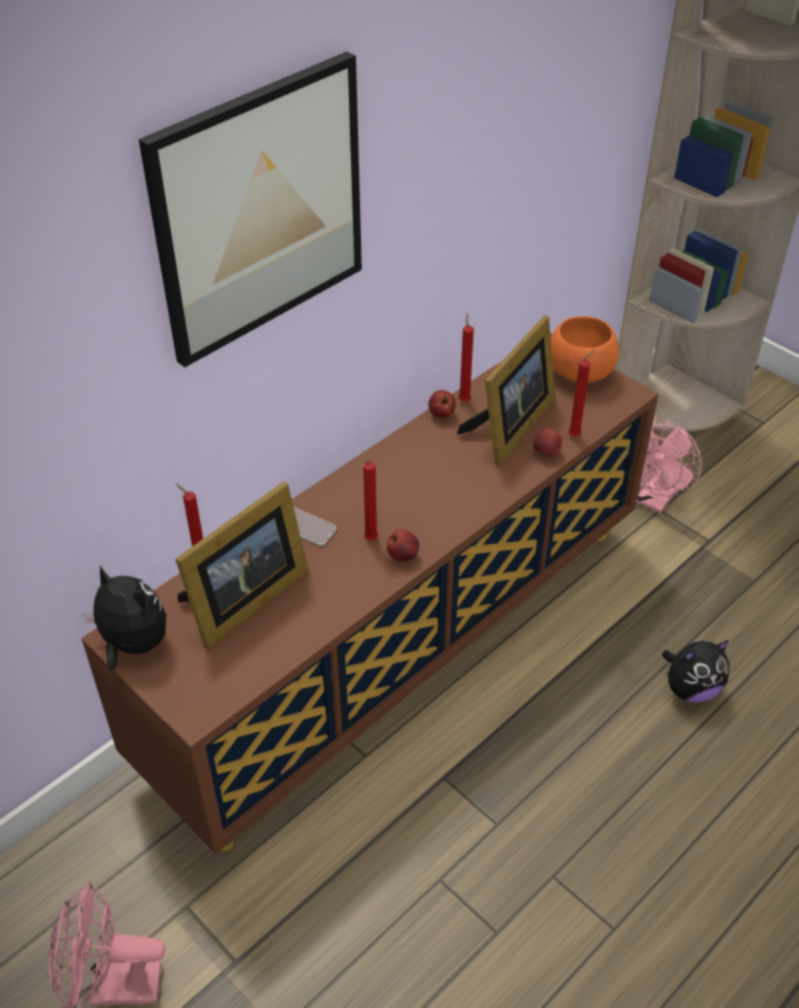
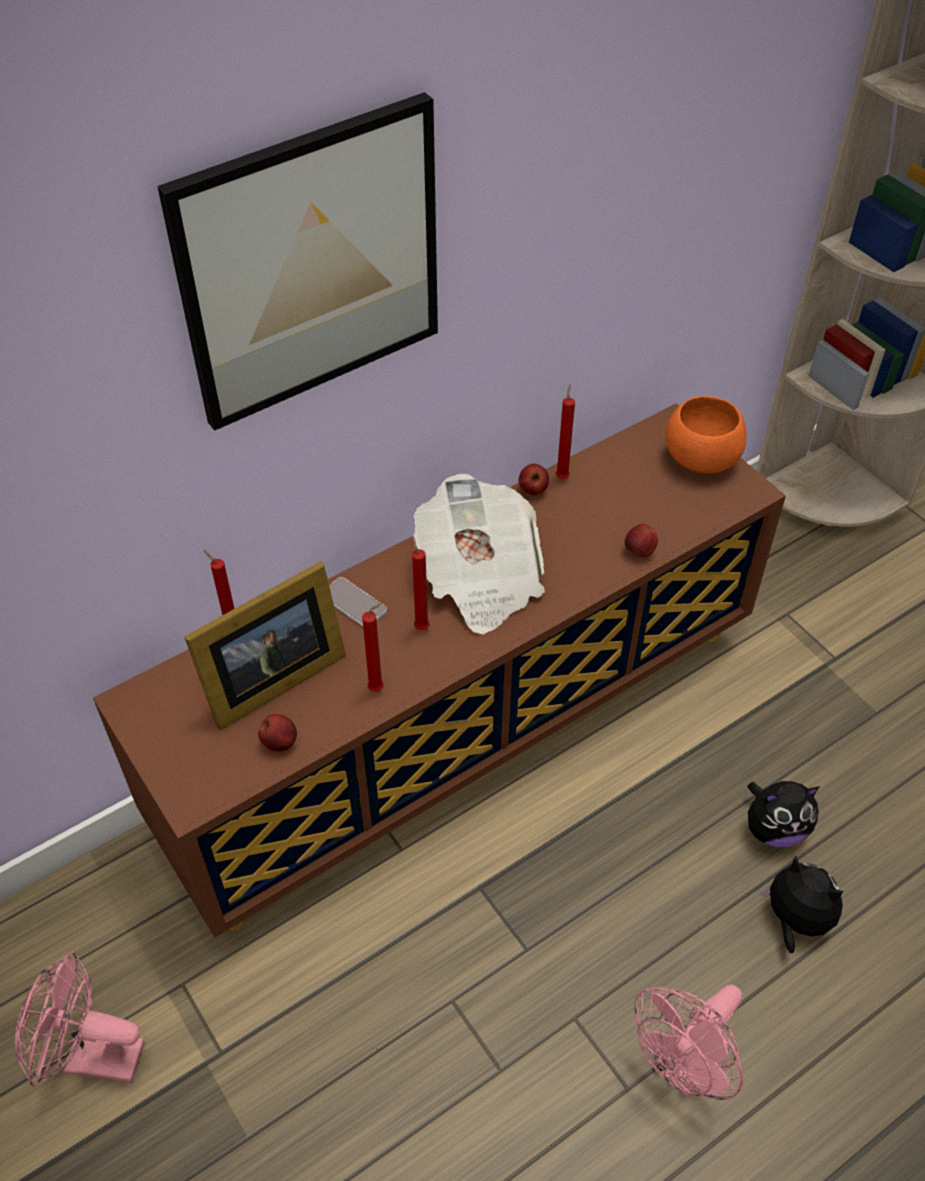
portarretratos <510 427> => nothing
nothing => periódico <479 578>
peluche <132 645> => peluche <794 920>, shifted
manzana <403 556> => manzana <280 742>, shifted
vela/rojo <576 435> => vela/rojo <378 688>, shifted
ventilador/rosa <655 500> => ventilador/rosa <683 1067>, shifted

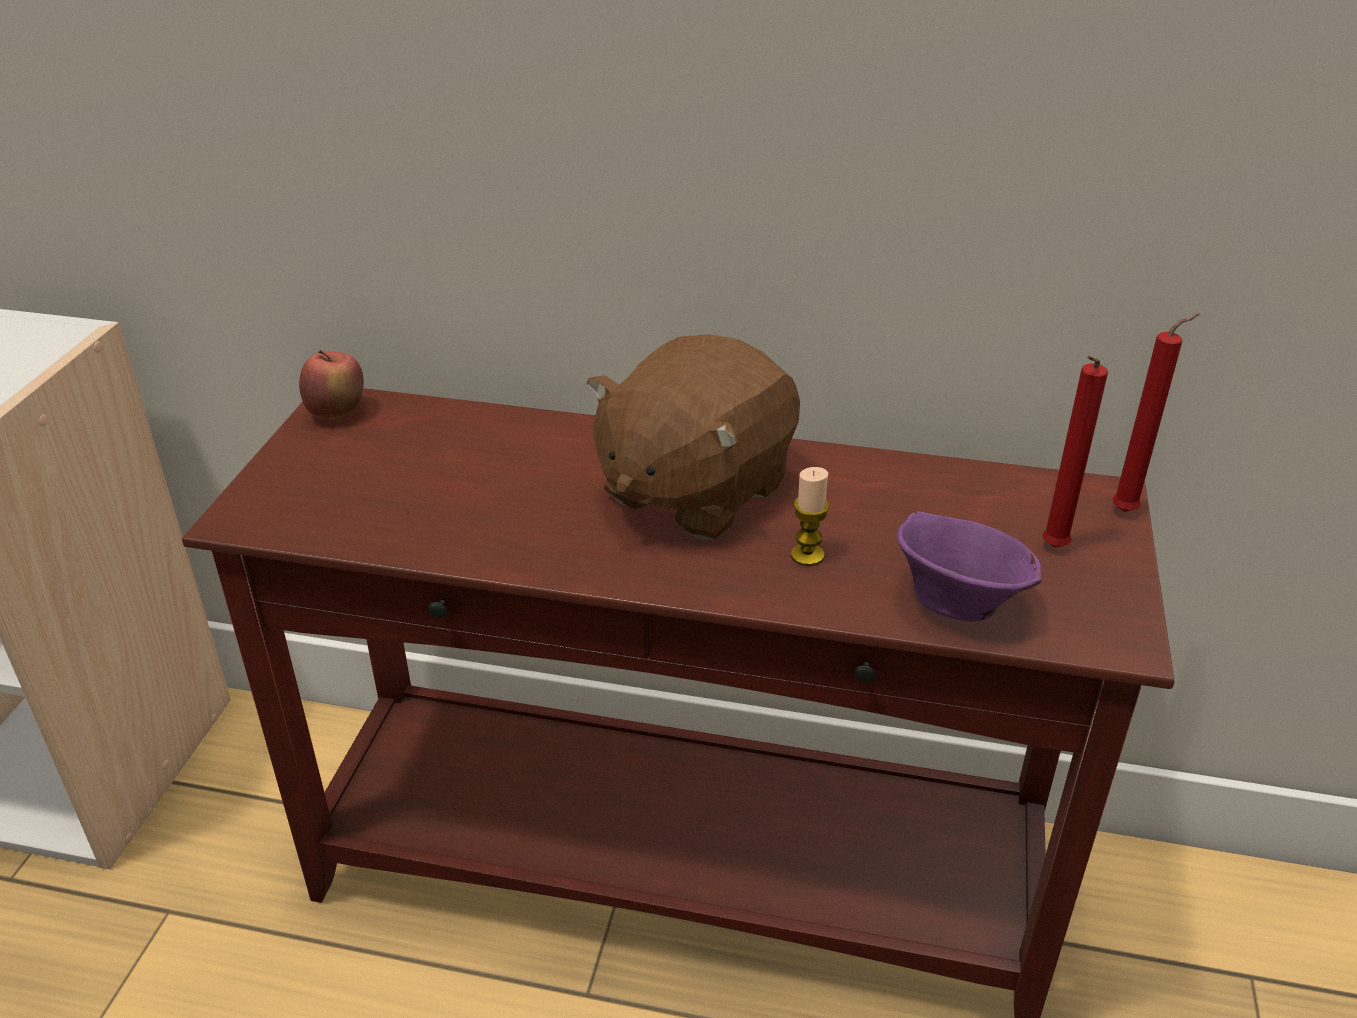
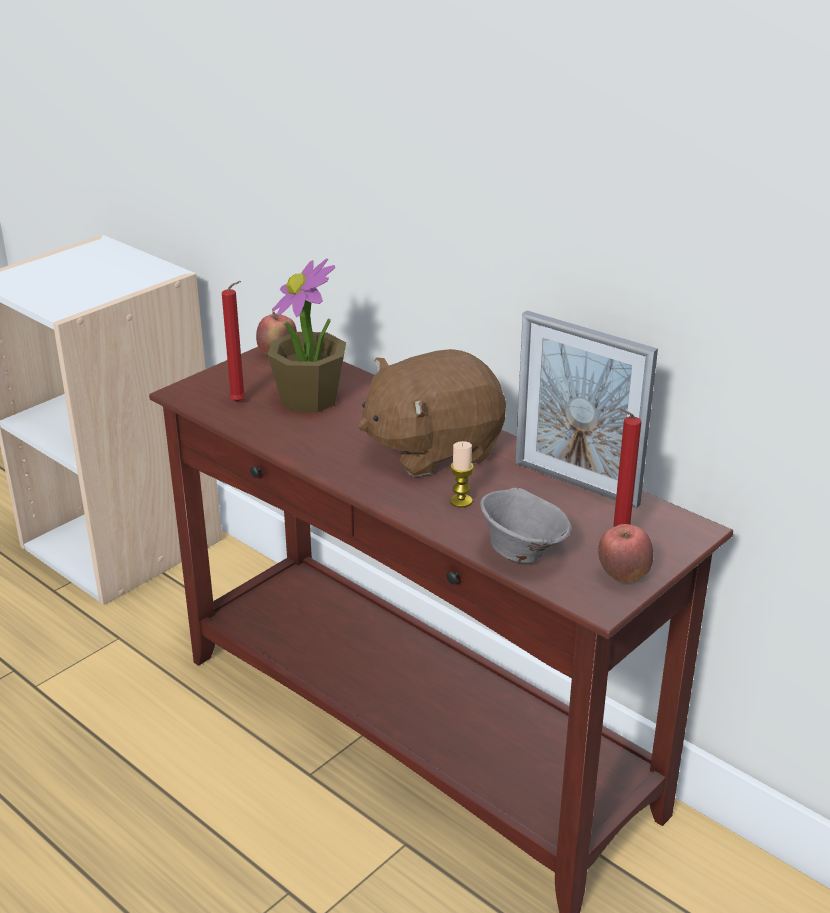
nothing => planta en maceta <310 399>
nothing => portarretratos <576 484>
nothing => manzana <623 576>
vela/rojo <1128 511> => vela/rojo <240 402>, shifted
cuenco/morado <957 602> => cuenco/gris <522 551>

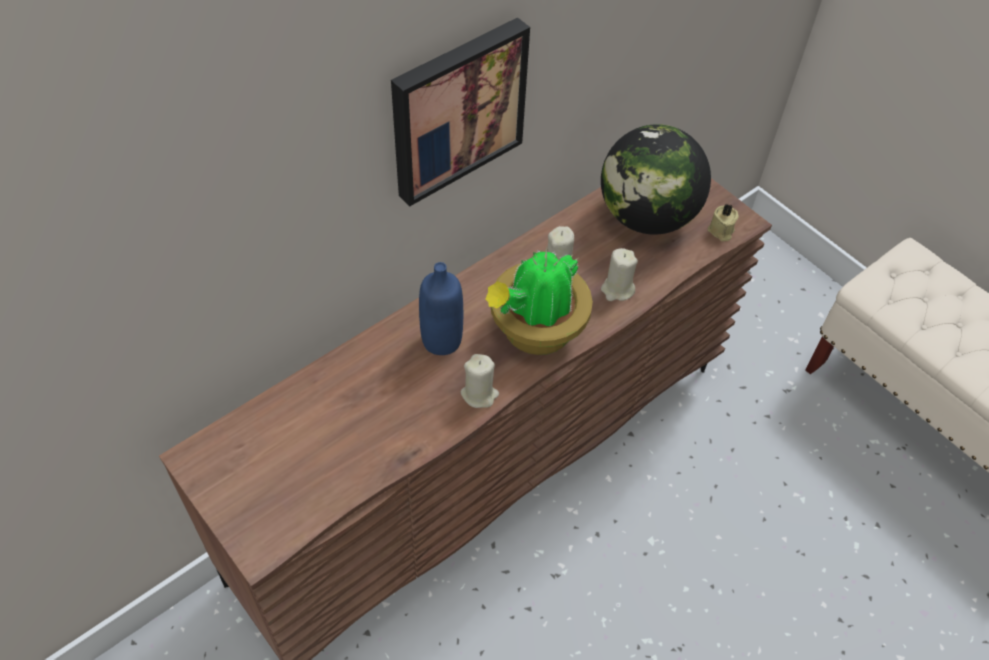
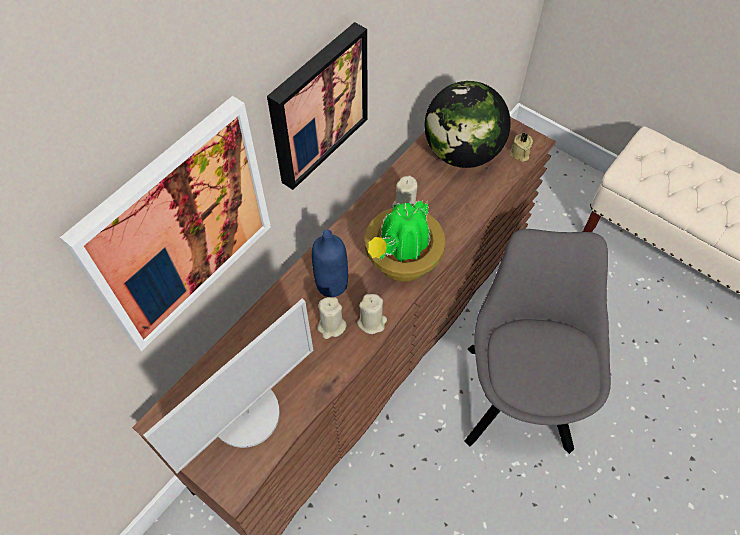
nothing => cuadro <178 227>
nothing => monitor <246 413>
nothing => silla/gris <517 396>
vela/beis <617 289> => vela/beis <331 326>, shifted

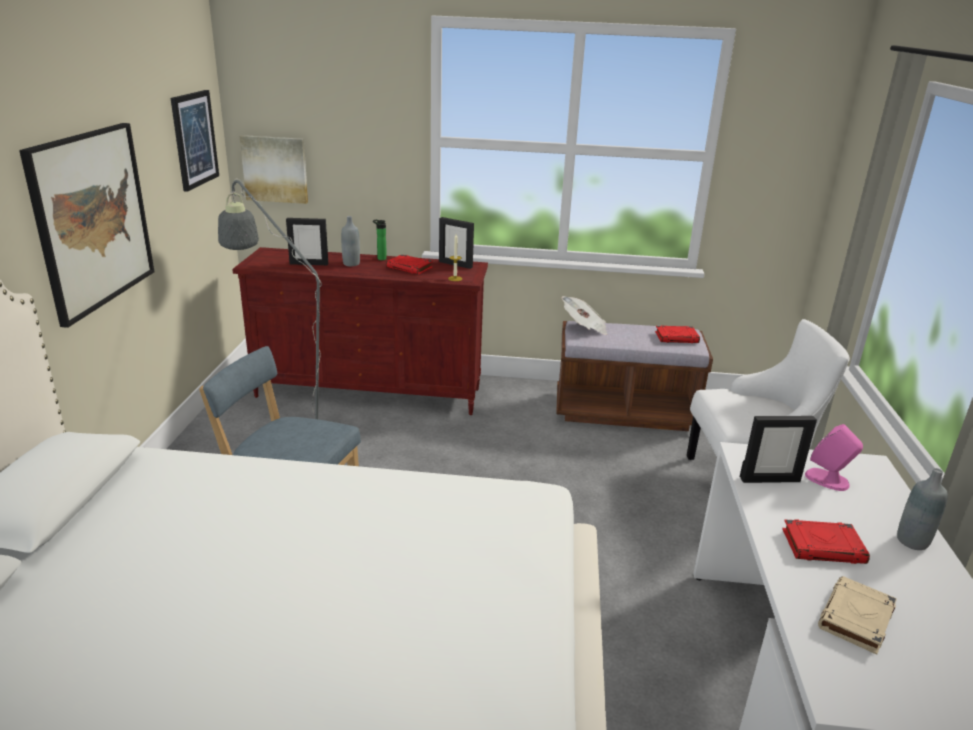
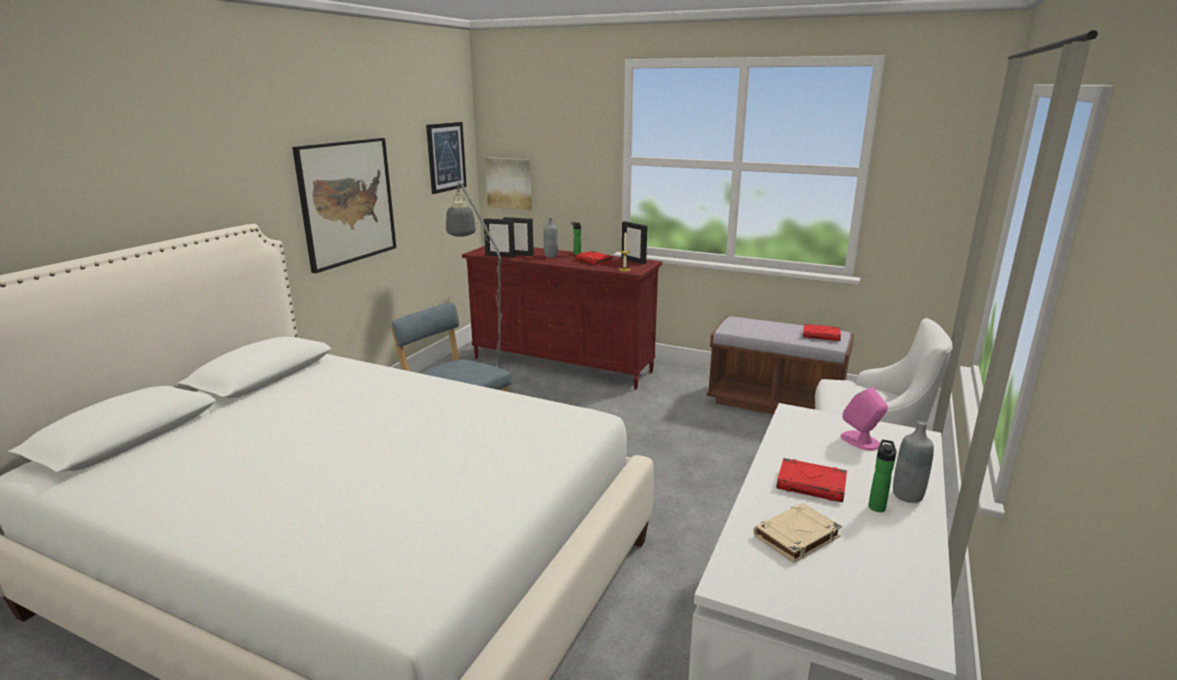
periódico <584 328> => nothing
nothing => botella <876 506>
portarretratos <769 479> => portarretratos <500 255>, shifted

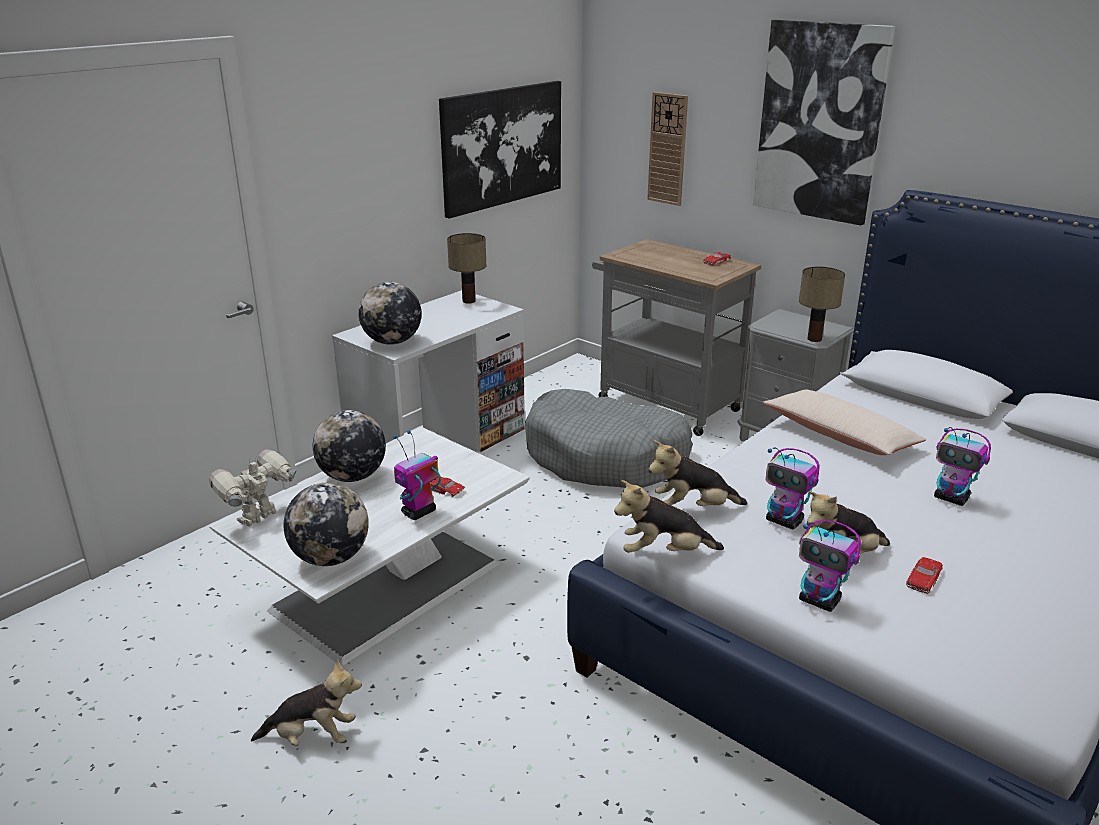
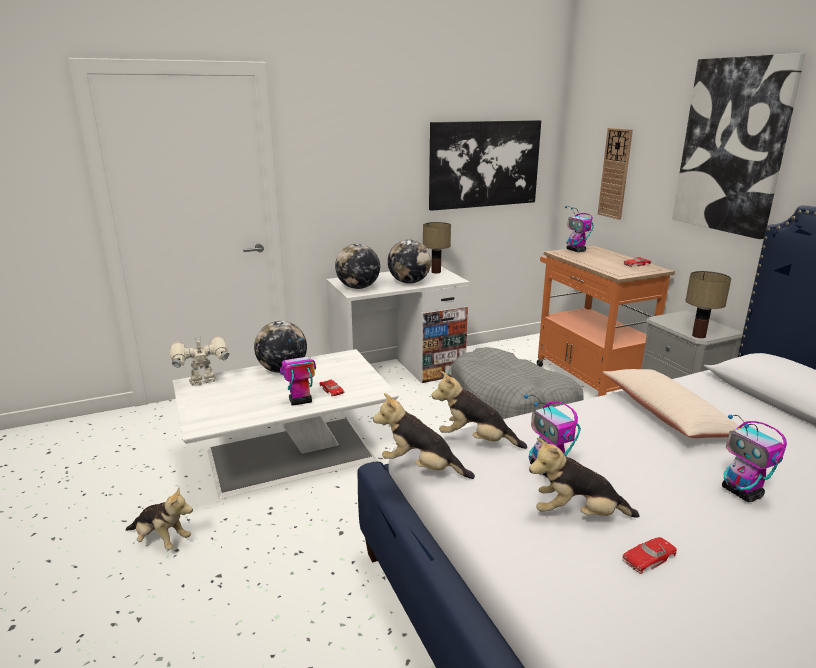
globo terráqueo <330 558> => globo terráqueo <409 282>, shifted
robot de juguete <820 601> => robot de juguete <576 250>, shifted
carrito/gris <664 404> => carrito/naranja <587 378>

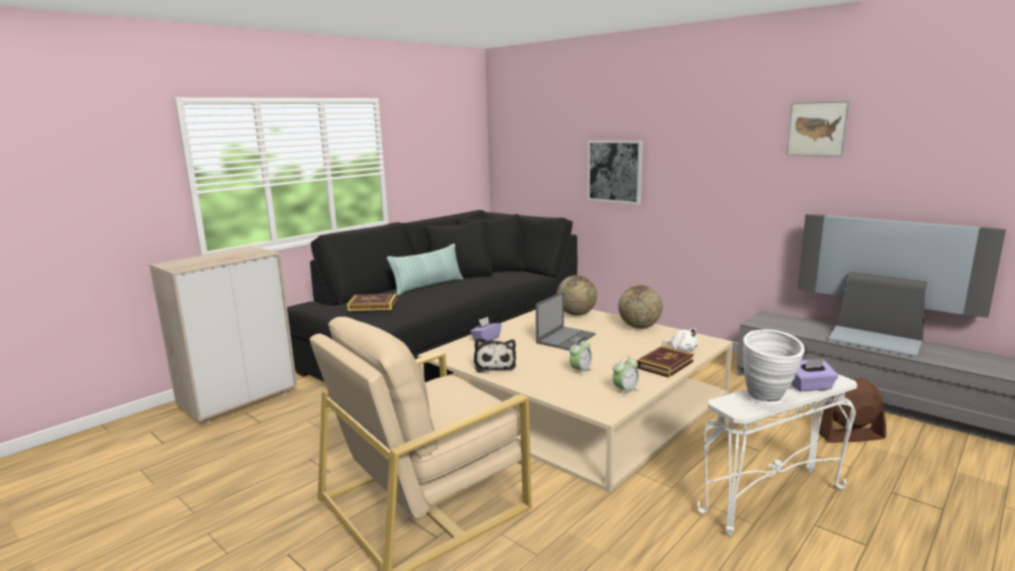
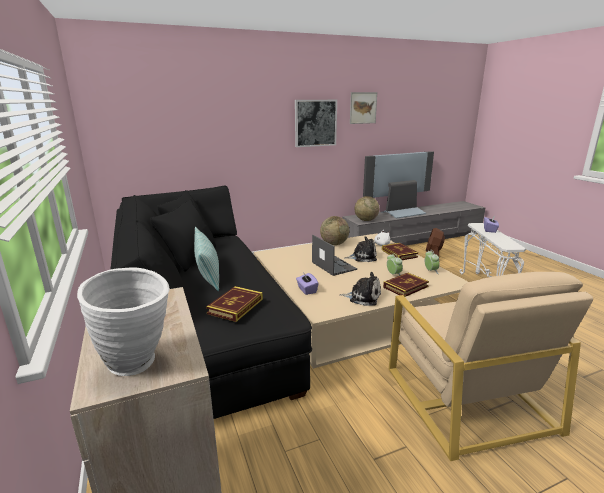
nothing => peluche <362 257>
nothing => libro <405 287>
globo terráqueo <576 314> => globo terráqueo <366 220>, shifted
cuadro <615 171> => cuadro <315 123>, shifted
florero/blanco <768 401> => florero/blanco <139 365>, shifted

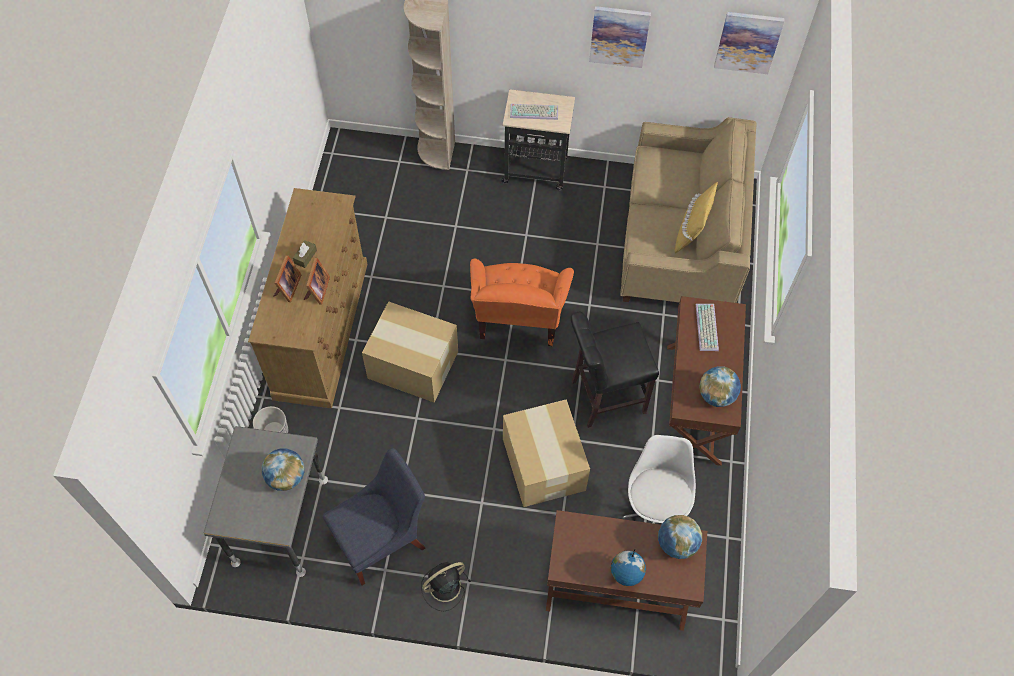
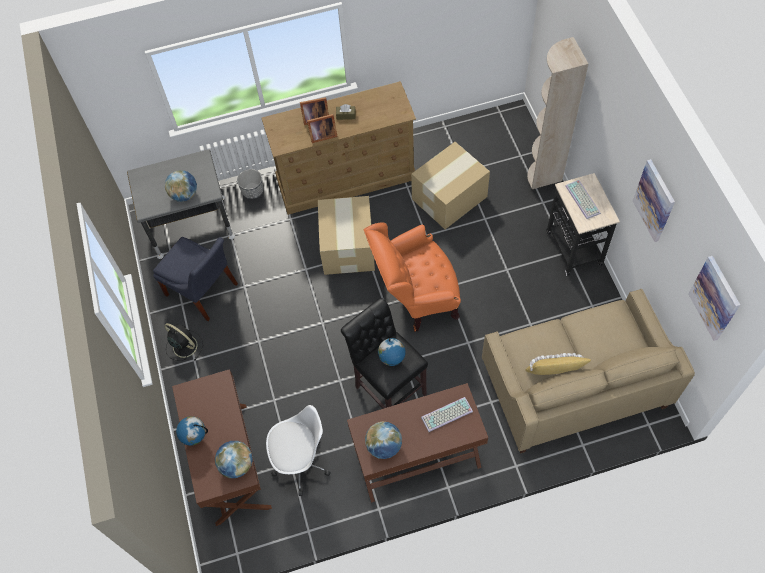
nothing => globo terráqueo <392 360>
caja de cartón <543 465> => caja de cartón <448 198>, shifted

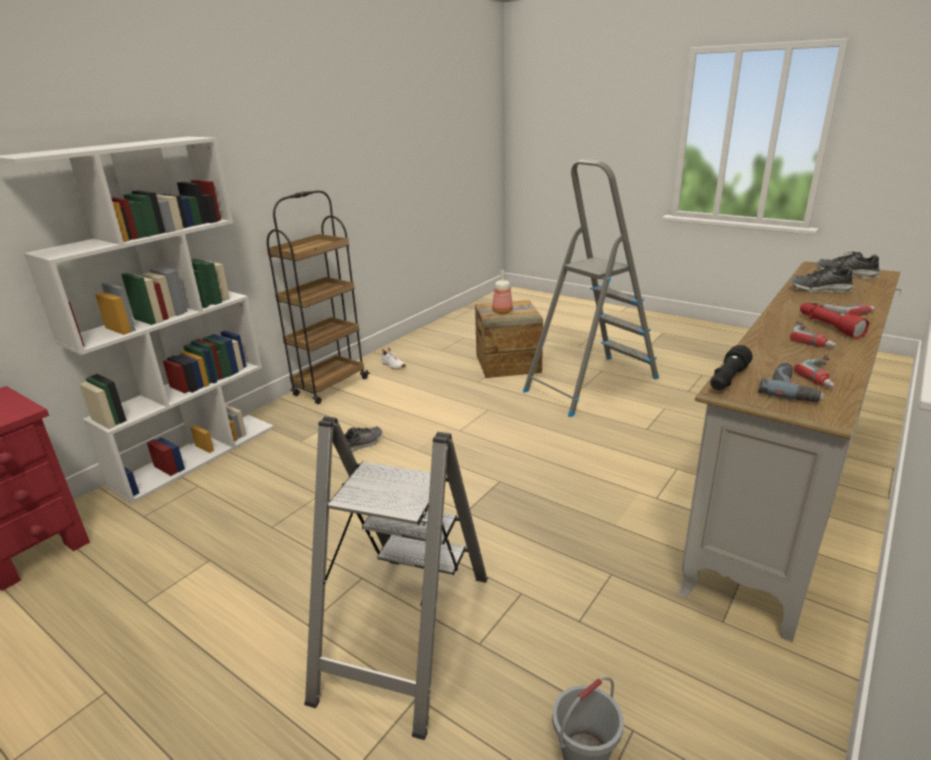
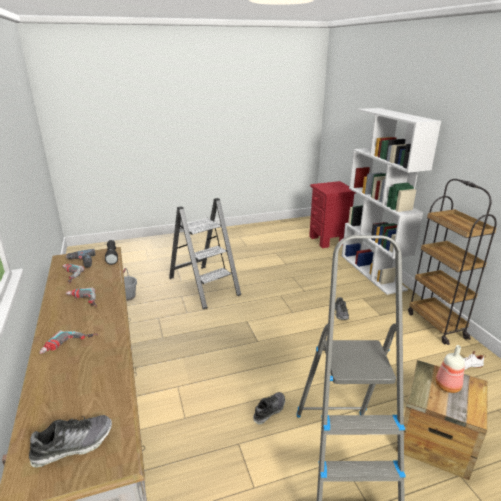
linterna/rojo <828 326> => nothing
zapato <819 289> => zapato <269 411>, shifted

